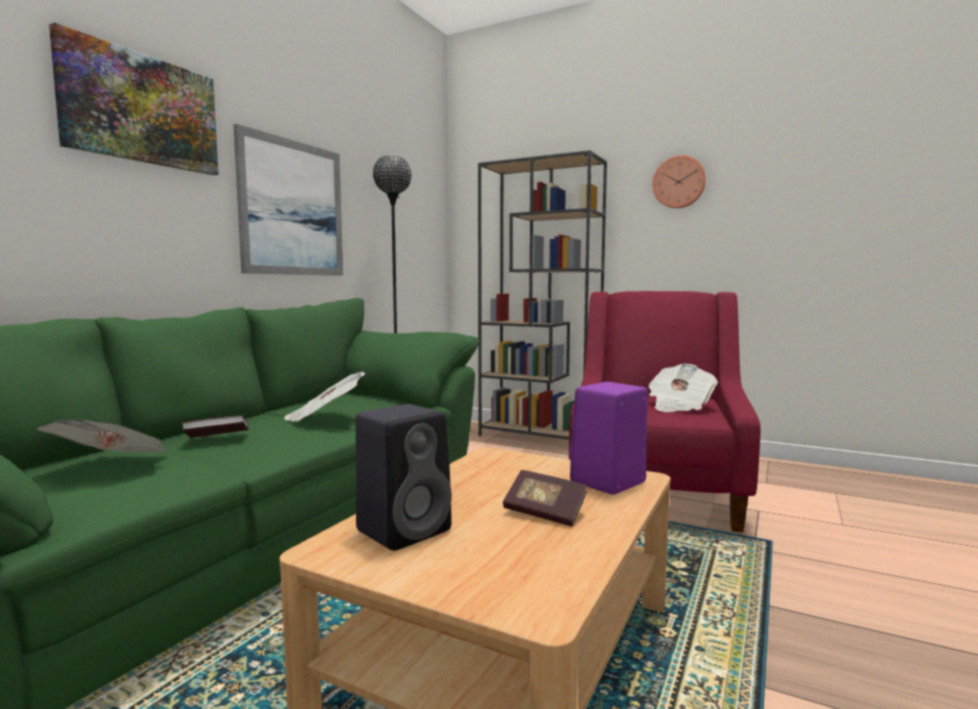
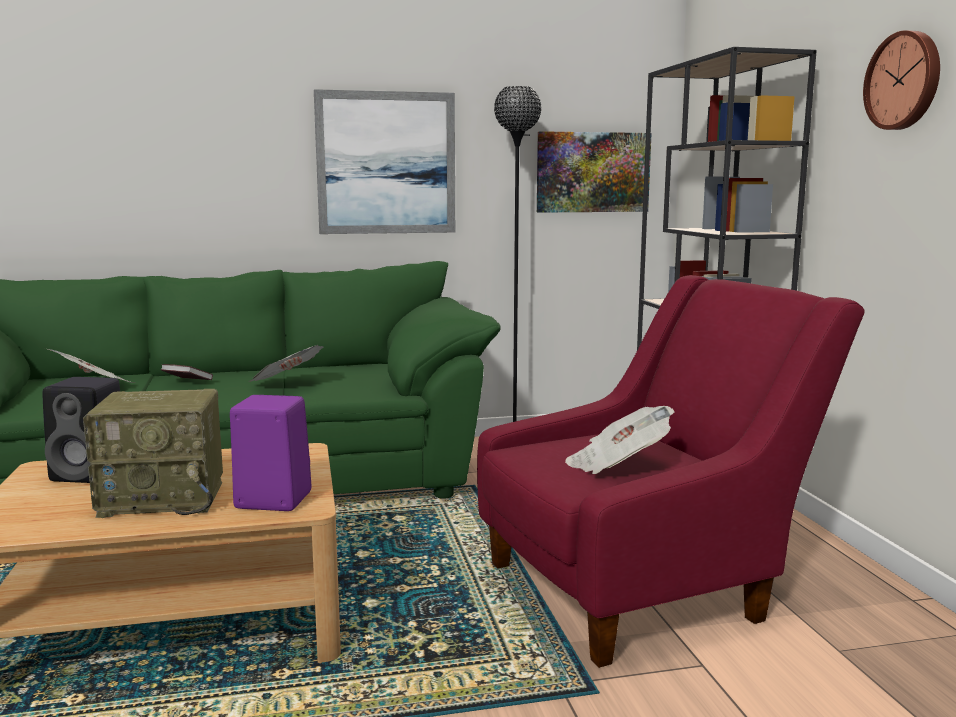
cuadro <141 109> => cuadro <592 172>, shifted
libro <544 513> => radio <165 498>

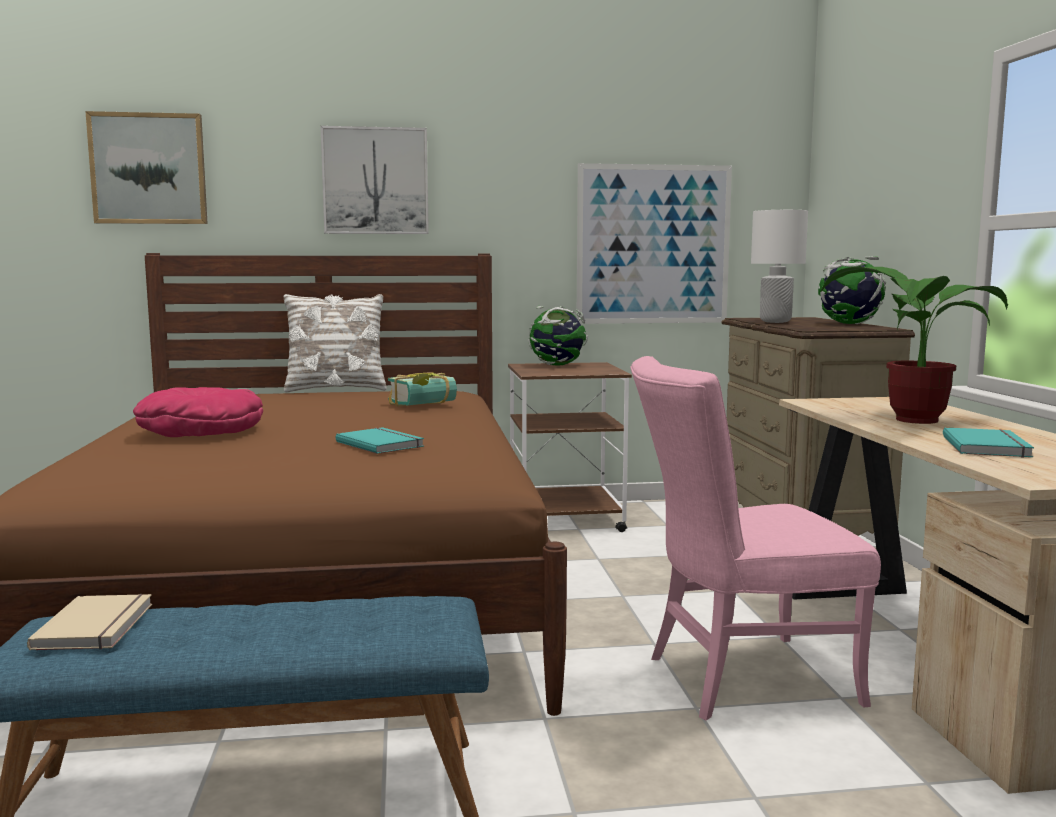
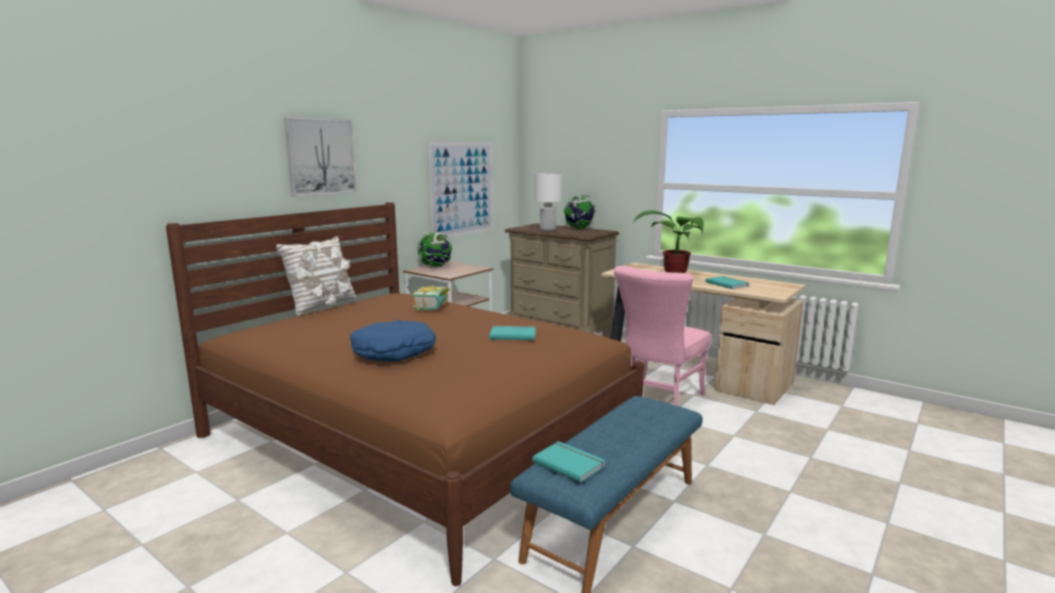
cuadro <149 169> => nothing
libro/beis <98 626> => libro/turquesa <569 463>
cojín/rosa <203 431> => cojín/azul <392 352>

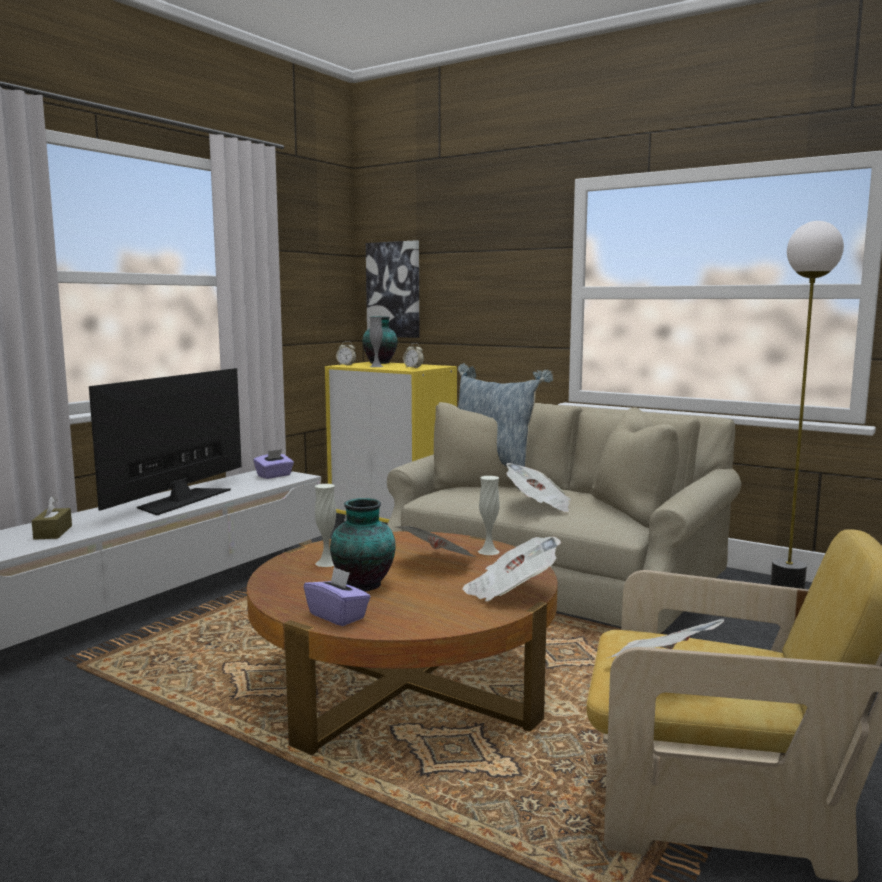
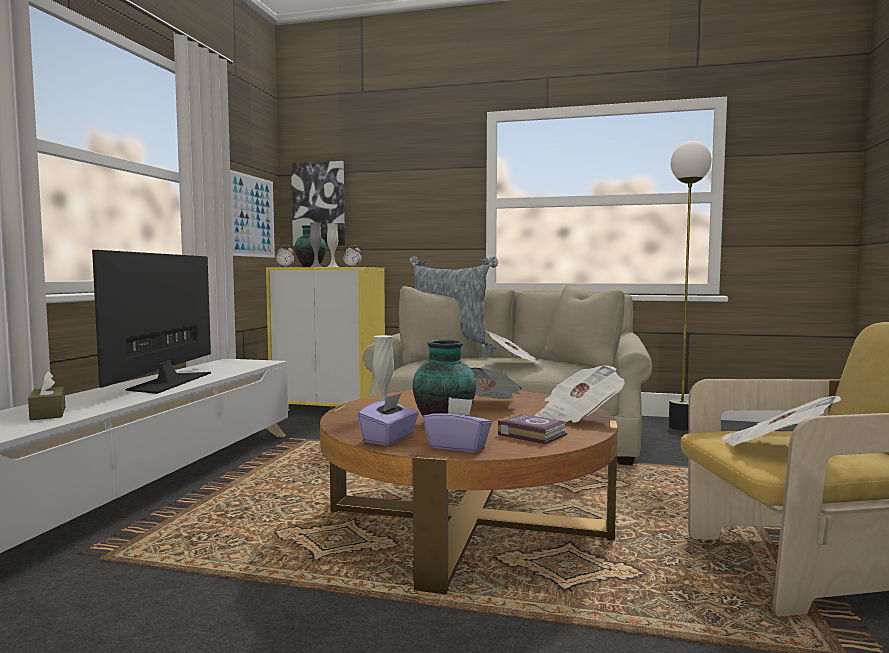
nothing => cuadro <251 216>
nothing => libro <531 434>
caja de pañuelos/morado <274 476> => caja de pañuelos/morado <389 439>, shifted
florero/blanco <488 551> => florero/blanco <333 267>, shifted

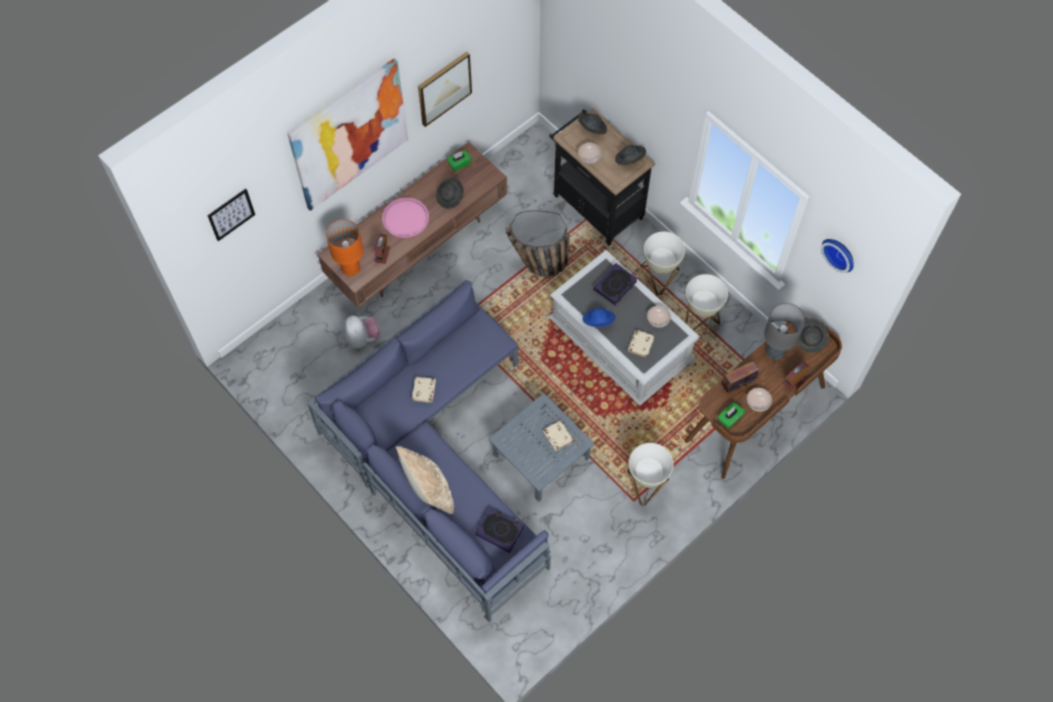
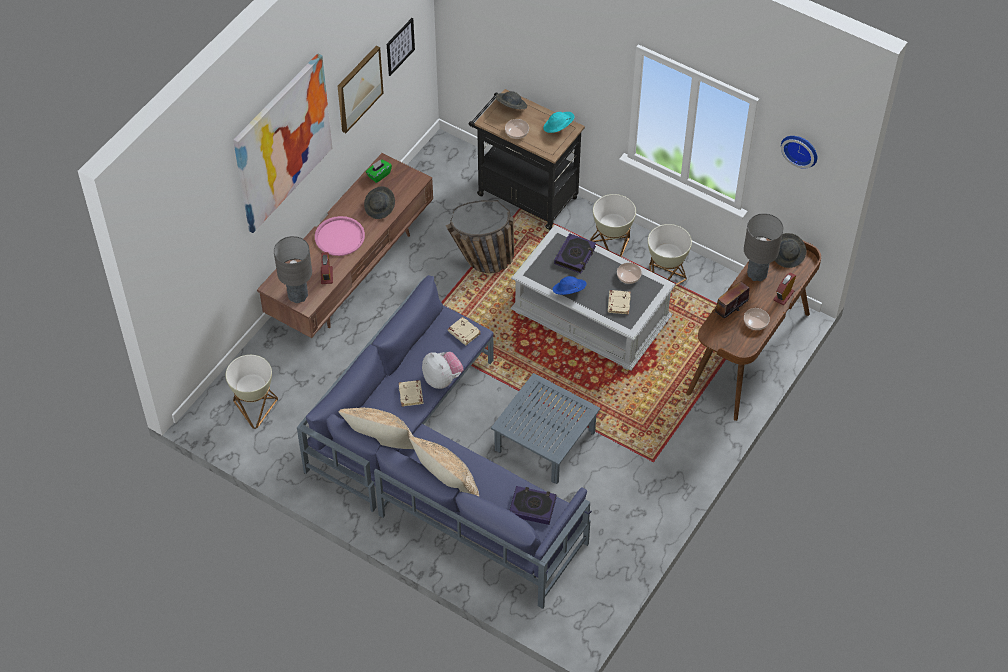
caja de pañuelos/verde <729 418> => nothing
nothing => cojín/beis <381 446>
cuadro <231 214> => cuadro <400 46>, shifted
peluche <362 338> => peluche <442 379>, shifted
libro/beis <557 436> => libro/beis <463 333>, shifted
maceta <645 486> => maceta <255 410>, shifted
lámpara de mesa/naranja <350 268> => lámpara de mesa/gris <297 296>
sombrero/gris <629 160> => sombrero/turquesa <558 128>

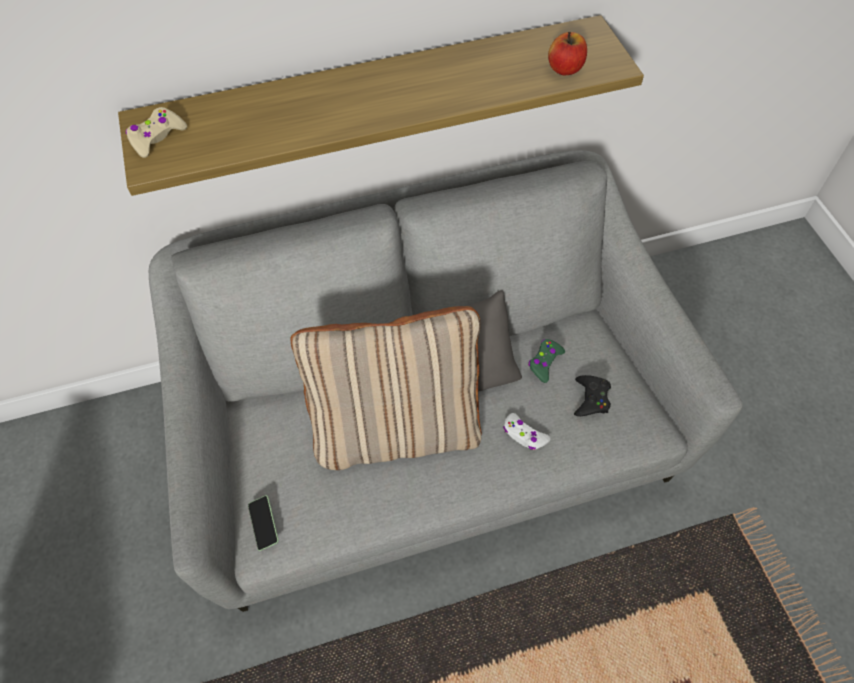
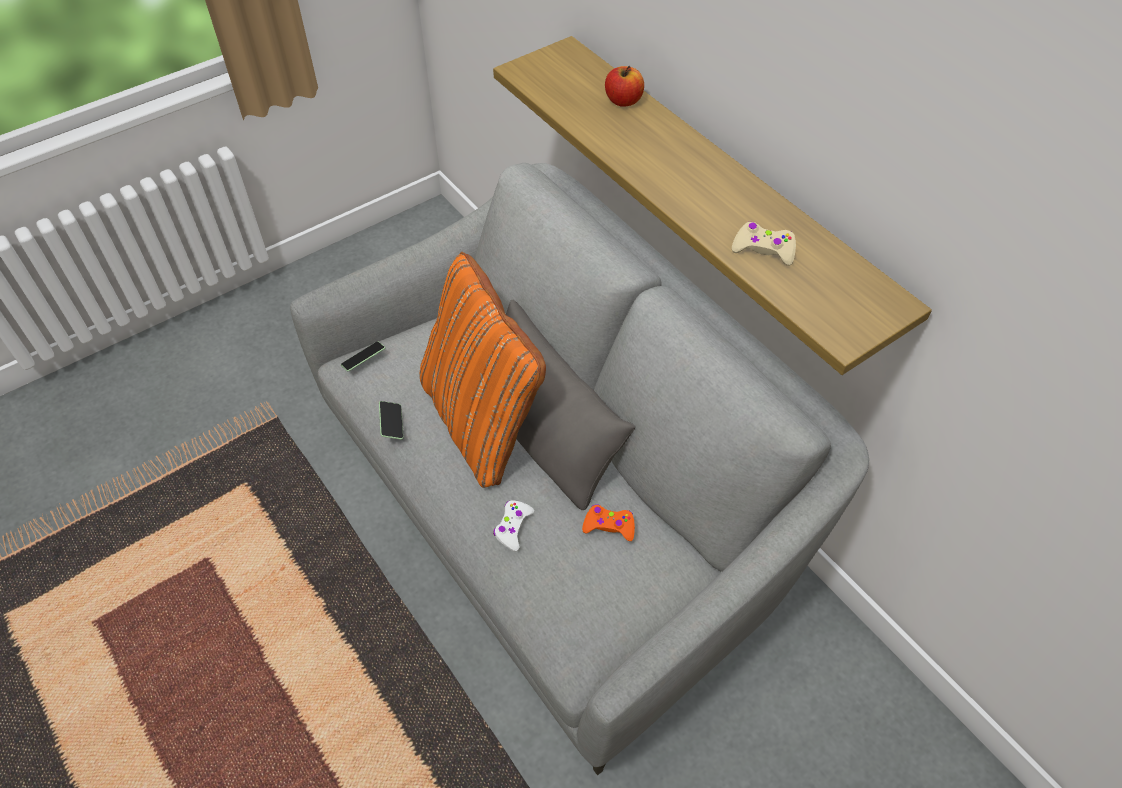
mando de consola/negro <591 399> => nothing
nothing => móvil <392 424>
mando de consola/beis <157 137> => mando de consola/beis <763 249>, shifted
manzana <565 68> => manzana <623 100>, shifted
cojín/beis <396 429> => cojín/naranja <482 420>
mando de consola/verde <544 362> => mando de consola/naranja <609 526>

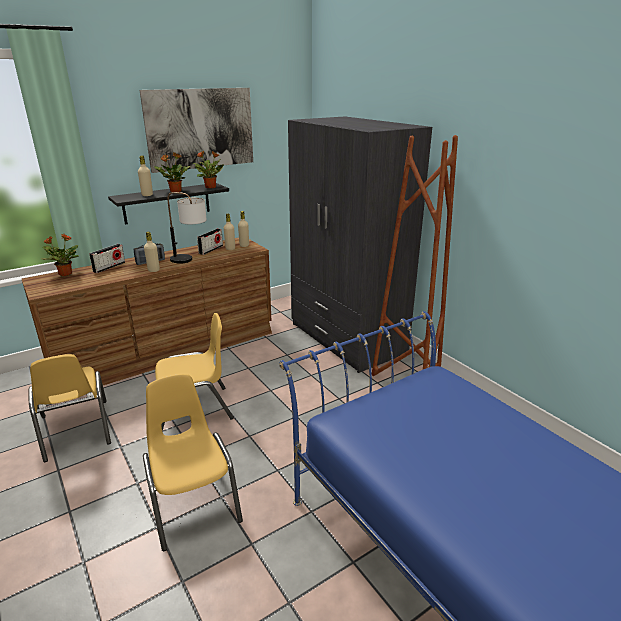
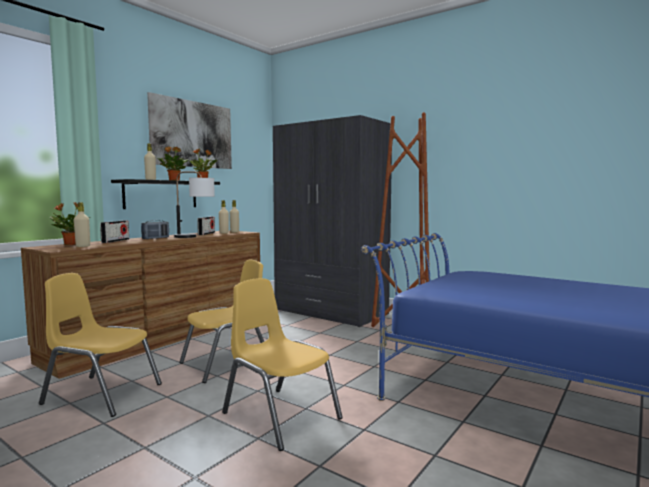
botella/beis <153 270> => botella/beis <83 246>, shifted
silla/amarillo <76 430> => silla/amarillo <102 394>, 150 degrees clockwise

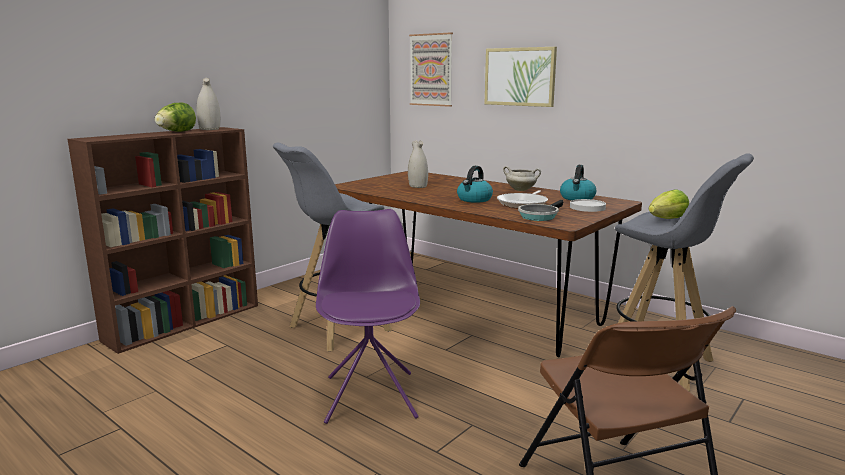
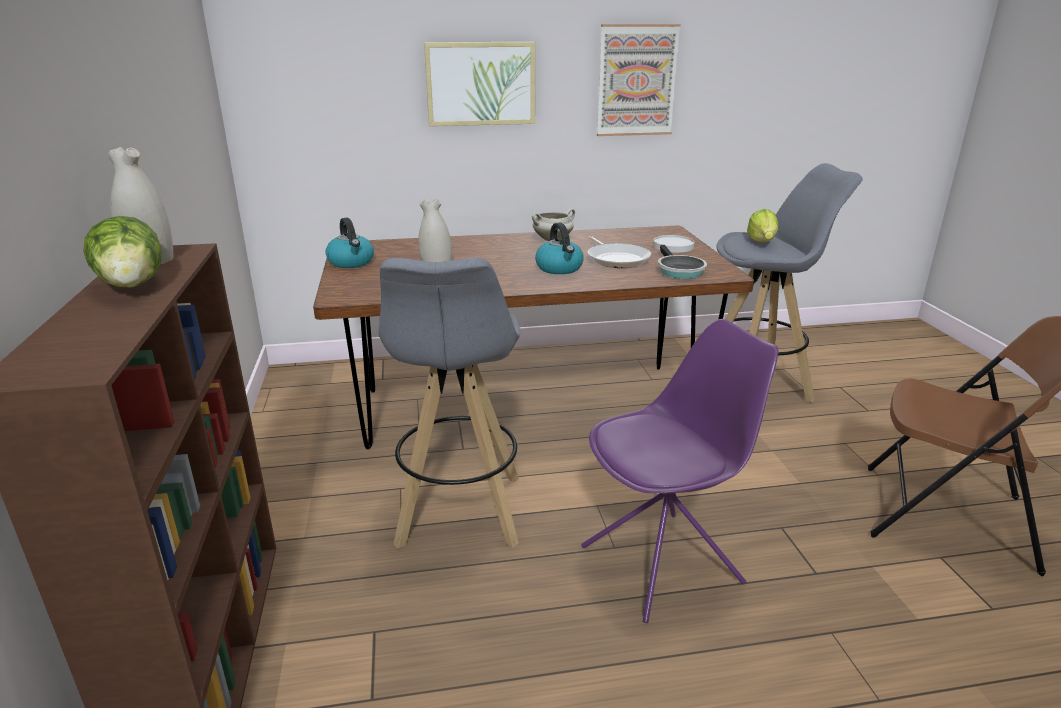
cuadro <431 70> => cuadro <636 81>, shifted
hervidor <577 198> => hervidor <351 262>, shifted
silla/morado <371 395> => silla/morado <664 564>, 120 degrees clockwise

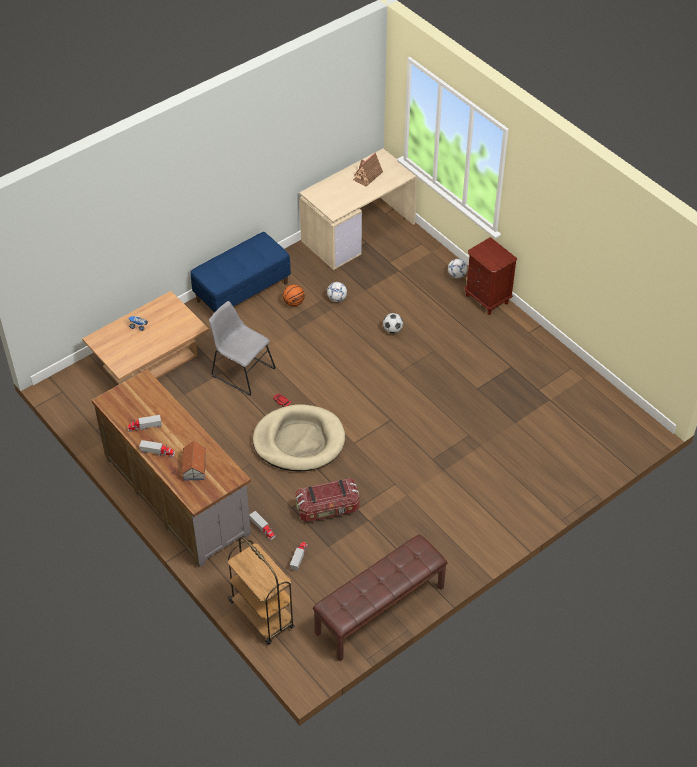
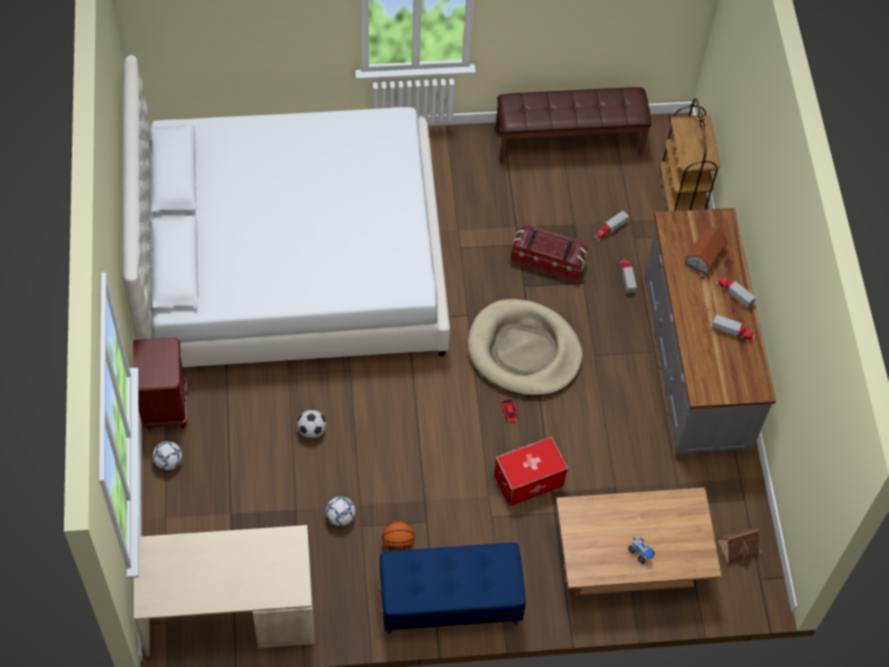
nothing => cama/blanco <289 259>
casita <367 176> => casita <739 547>, shifted
silla/gris <241 371> => caja de almacenaje <528 480>

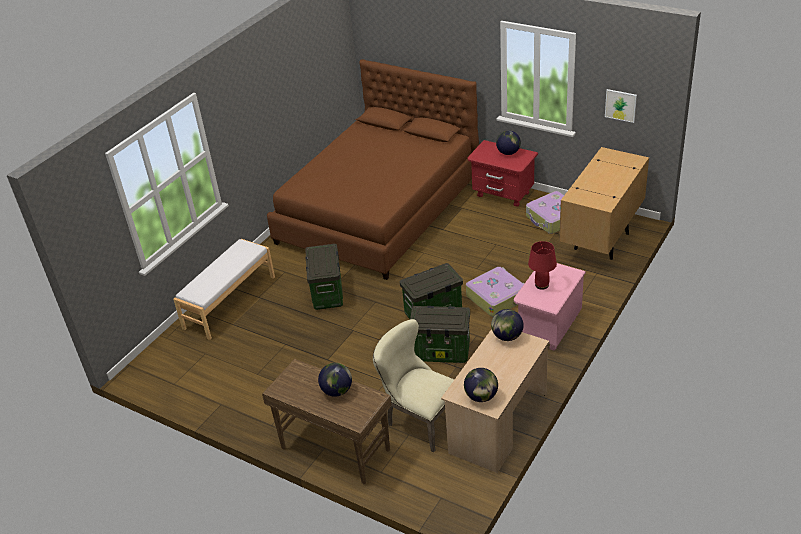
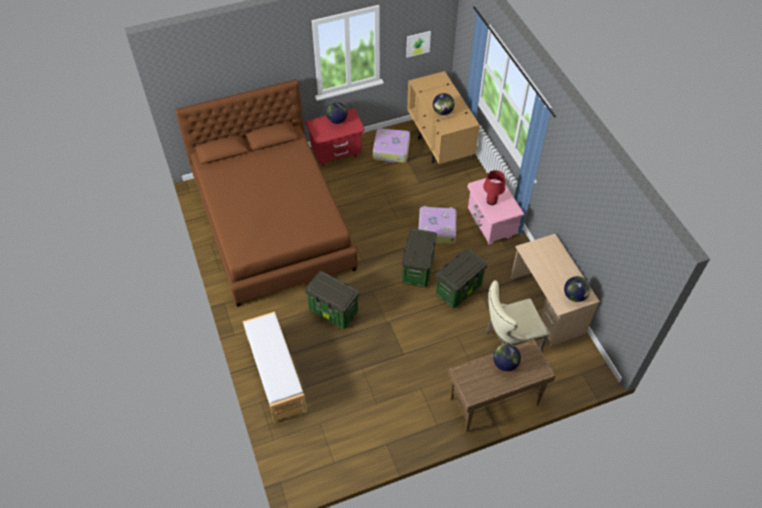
globo terráqueo <507 336> => globo terráqueo <442 112>, shifted

